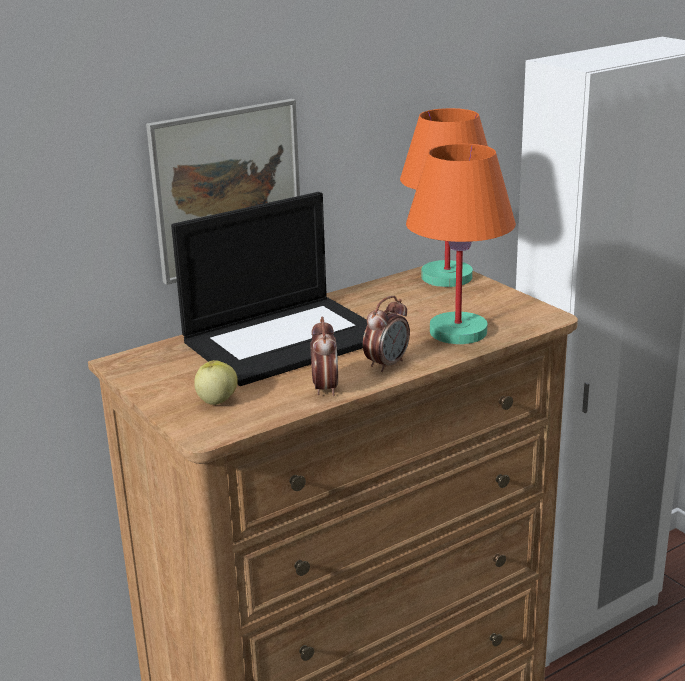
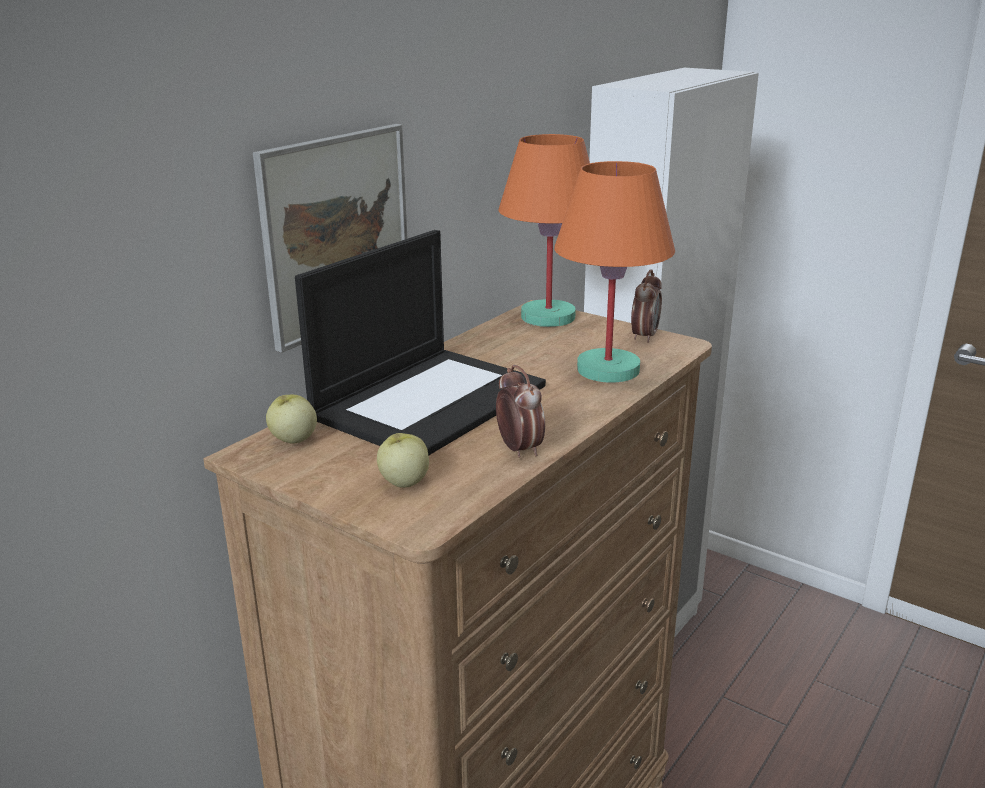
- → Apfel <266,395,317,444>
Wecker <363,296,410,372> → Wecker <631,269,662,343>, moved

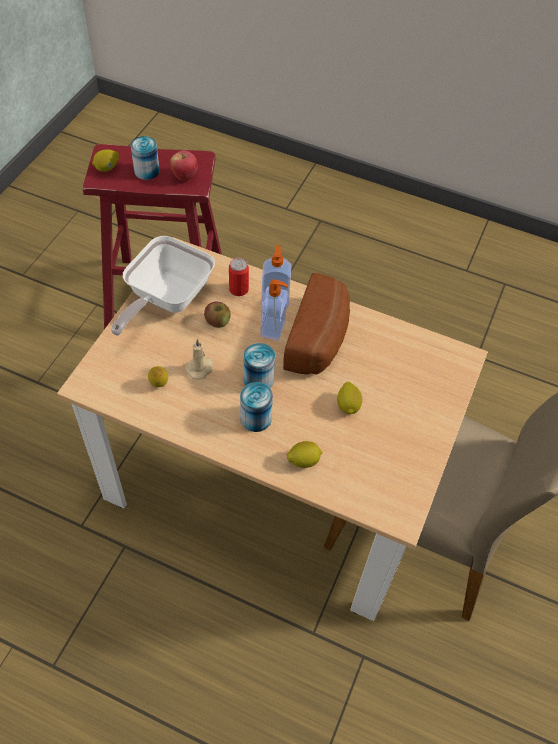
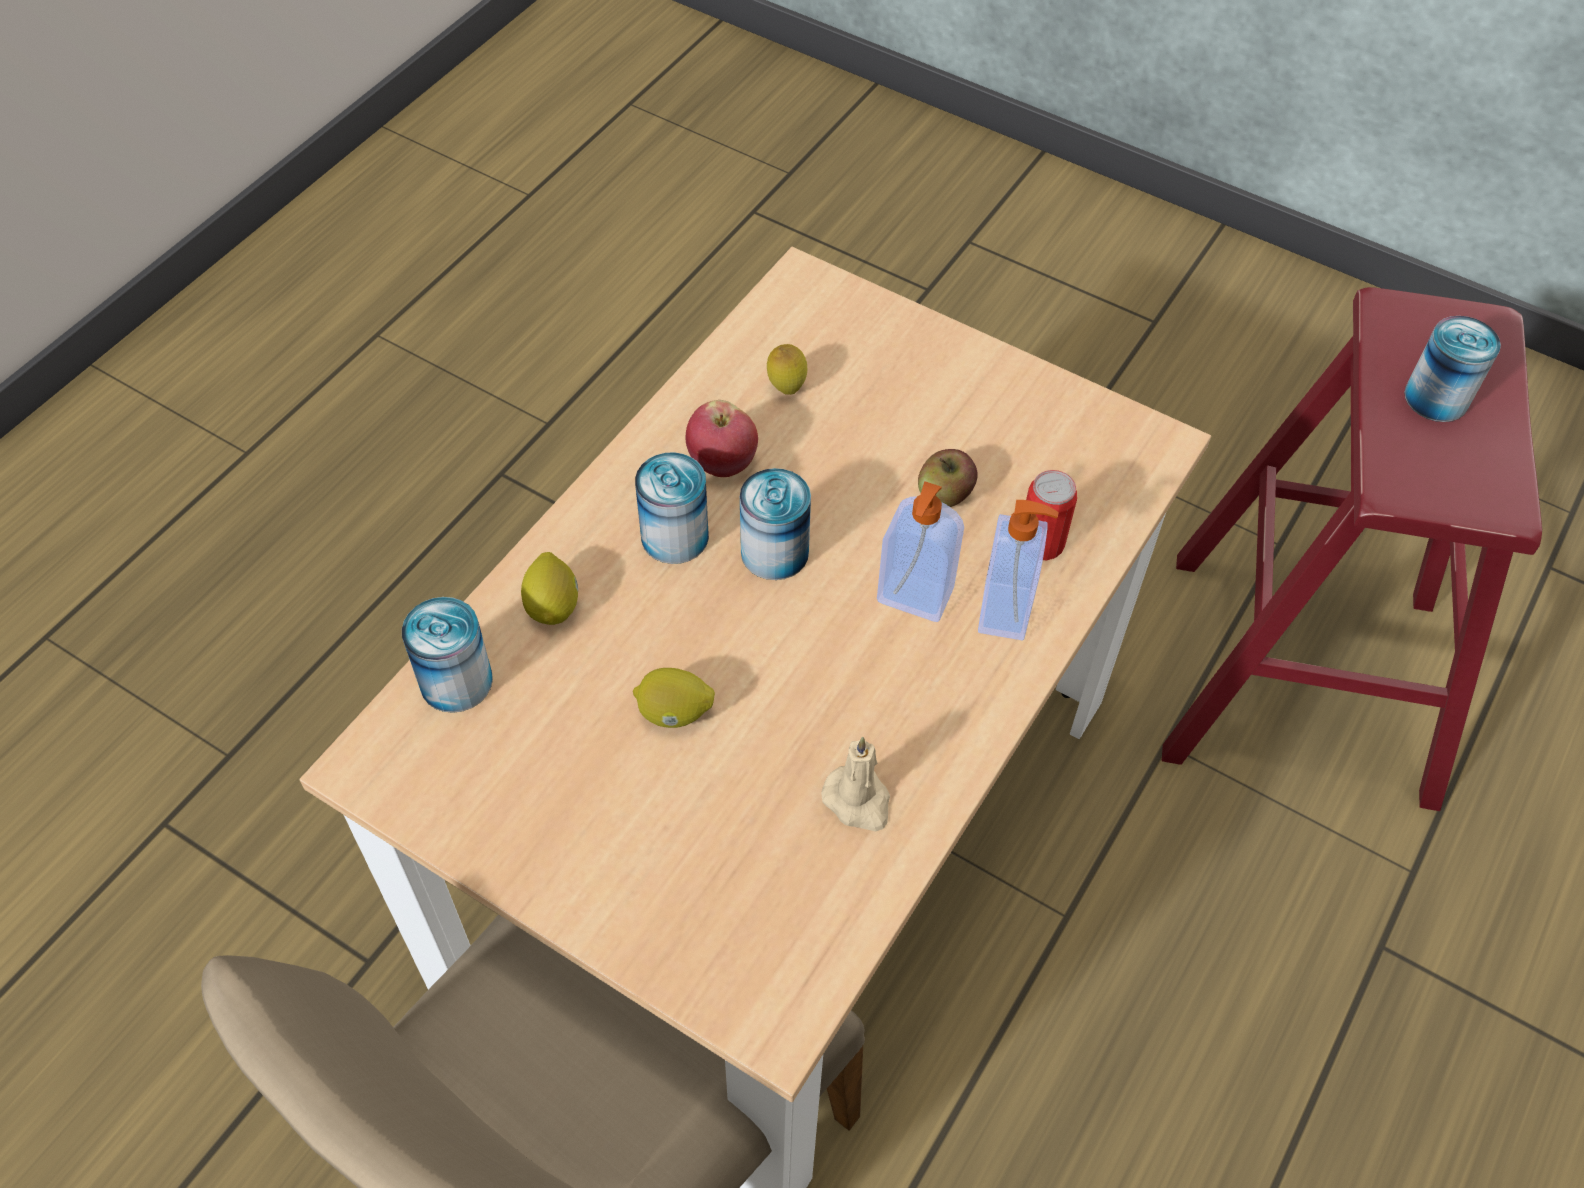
Zitrone <92,150,119,172> → -
Pfanne <111,236,215,336> → -
Brot <283,273,350,375> → -
- → Dose <402,597,493,713>
Apfel <170,150,197,181> → Apfel <686,400,758,477>, moved
Kerze/beige <185,339,214,380> → Kerze/beige <821,737,890,831>, moved

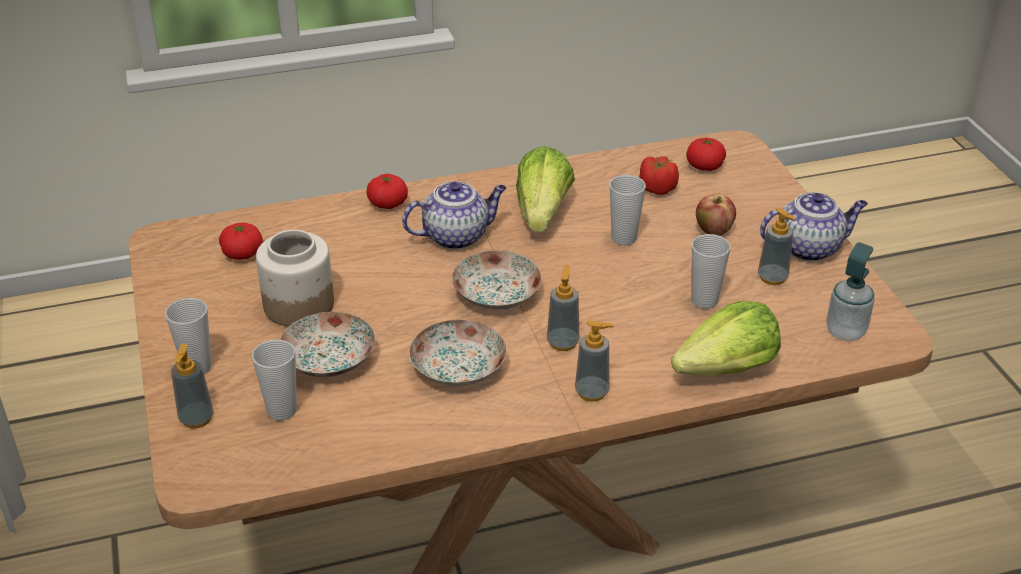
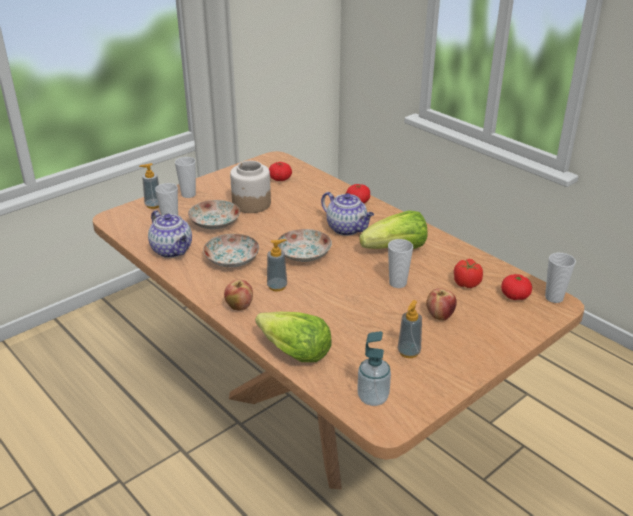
Tasse <691,234,731,309> → Tasse <545,253,576,303>, moved
Teekanne <760,192,868,261> → Teekanne <148,210,192,258>, moved
Seifenspender <575,321,614,402> → Apfel <224,279,253,311>

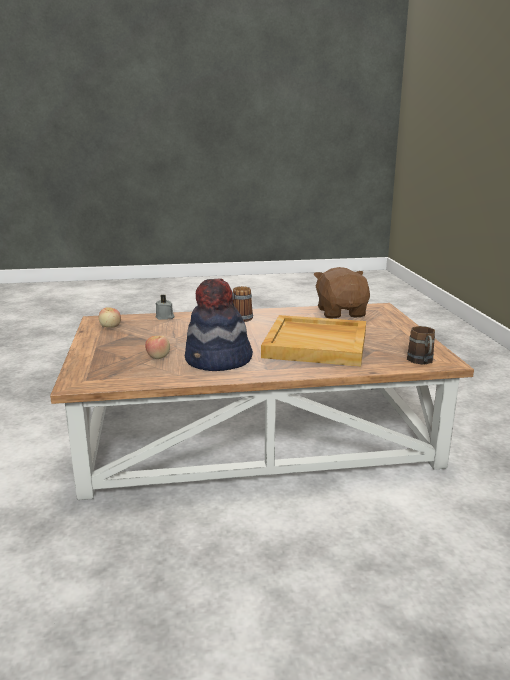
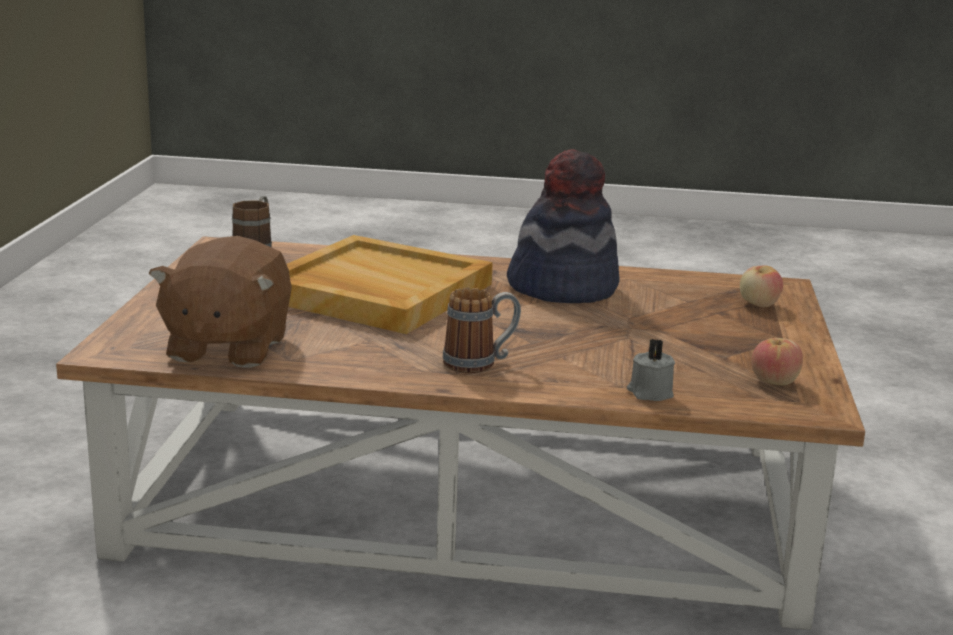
Apfel <145,336,170,359> → Apfel <740,265,783,307>, moved

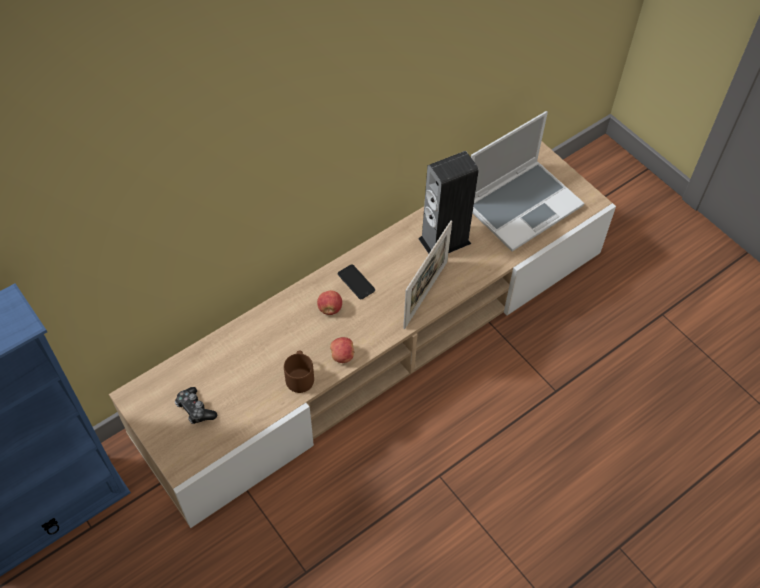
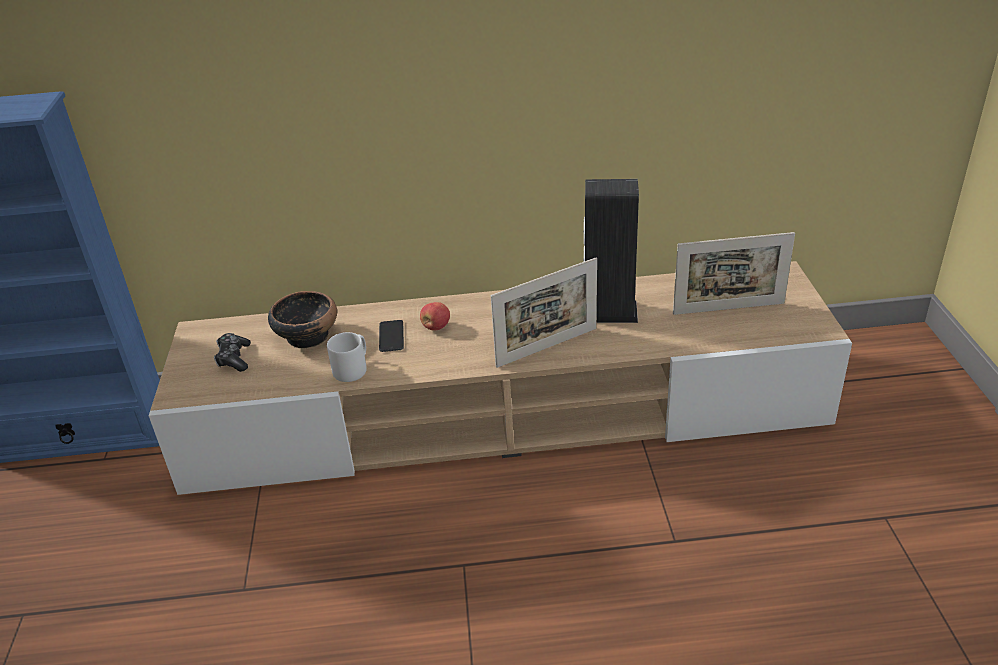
Apfel <330,337,355,363> → -
- → Schüssel <268,291,337,348>
Handy <338,264,375,299> → Handy <379,320,404,352>, moved
Laptop <471,111,584,251> → Bilderrahmen <673,232,795,315>
Henkelbecher/braun <284,351,314,393> → Henkelbecher/grau <327,332,367,382>

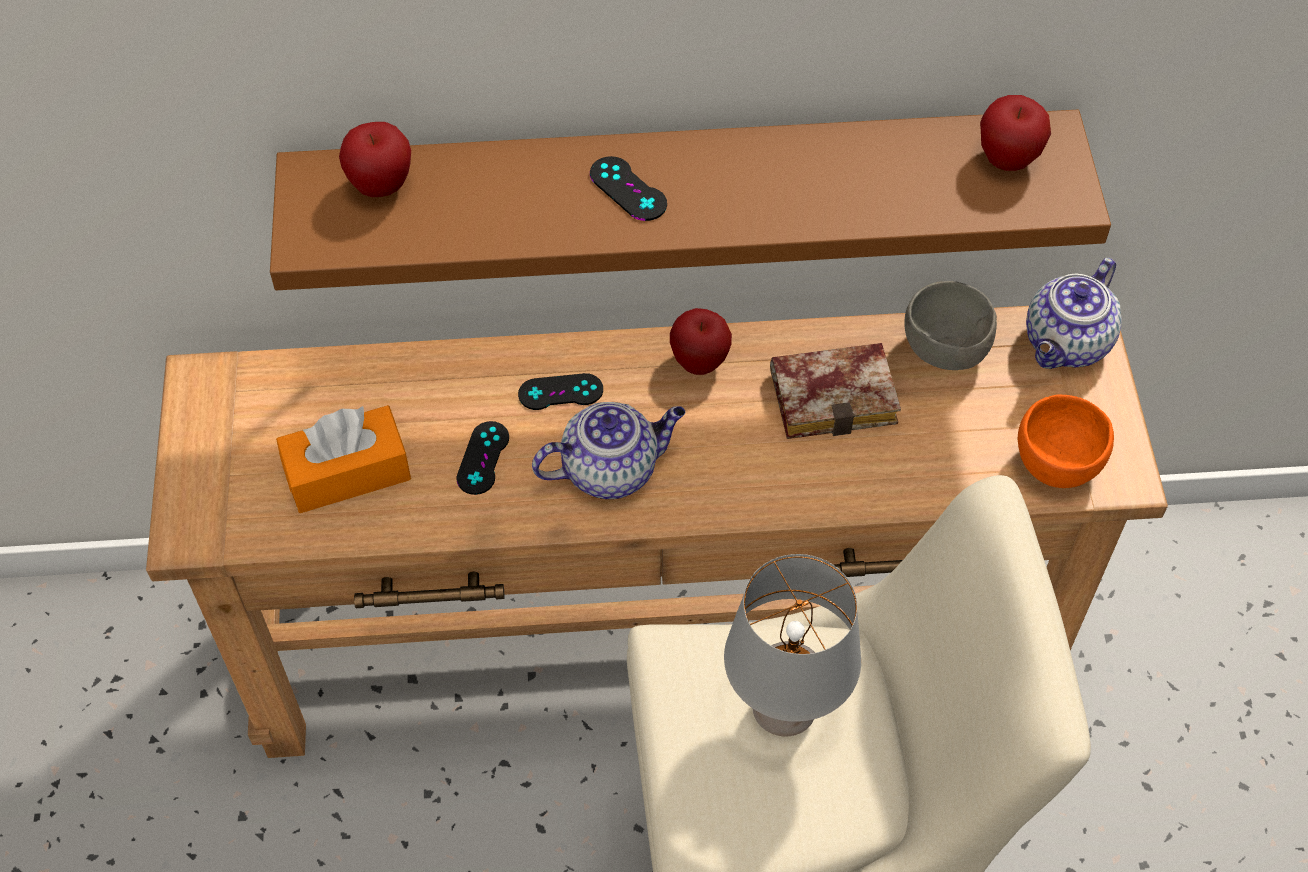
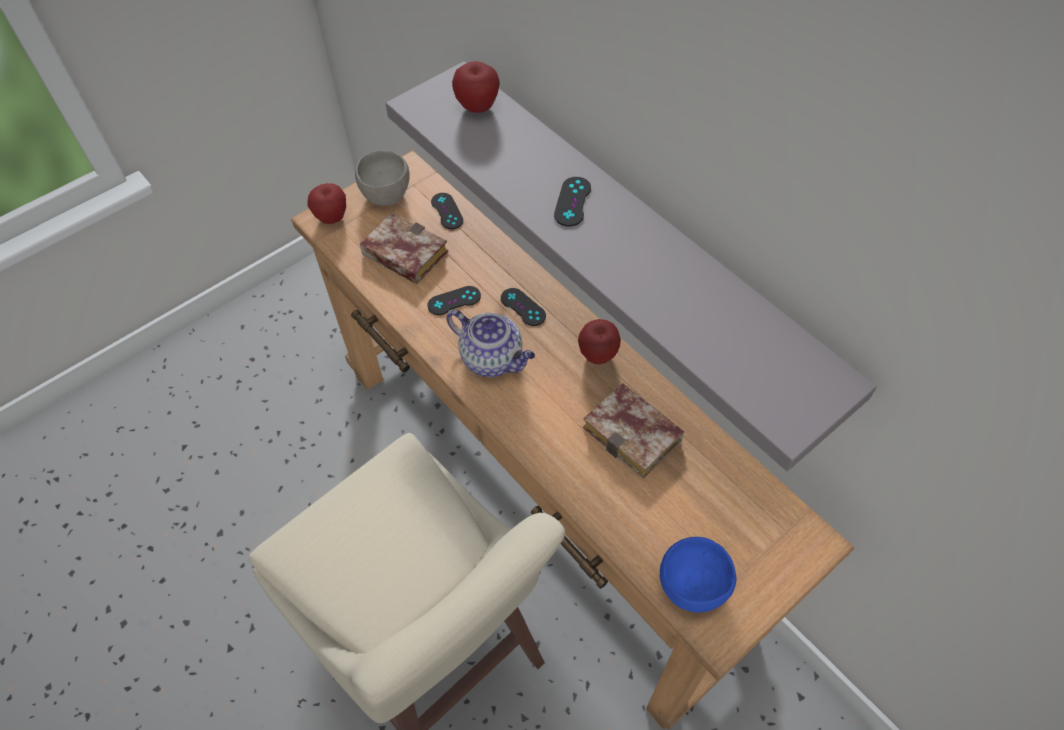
Tischlampe/grau <724,554,861,737> → -
Teekanne <1026,258,1122,369> → -
- → Gamepad/schwarz <431,193,463,229>
Schüssel/grau <904,281,997,370> → Schüssel/grau <355,150,410,206>, moved
Apfel <980,95,1051,171> → Apfel <308,183,346,224>, moved
Taschentuchbox/orange <276,405,411,513> → Buch <360,213,448,284>
Wandregal/braun <270,110,1111,290> → Wandregal/grau <385,61,877,471>
Schüssel/orange <1018,394,1114,488> → Schüssel/blau <660,537,737,613>

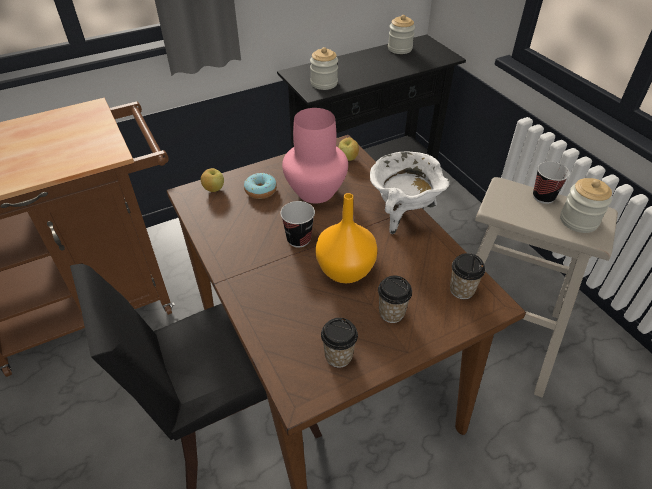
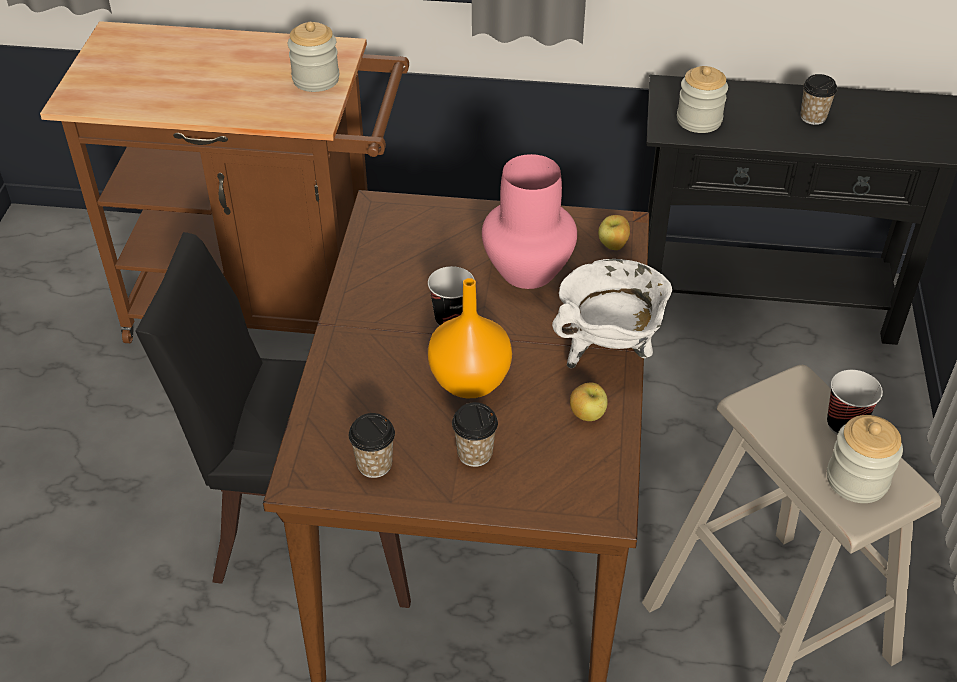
Donut <244,173,277,199> → -
Apfel <201,168,224,192> → Apfel <570,383,608,421>, moved
Vorratsglas <388,15,415,54> → Vorratsglas <288,22,339,92>, moved
Tasse <450,253,485,299> → Tasse <800,74,837,125>, moved

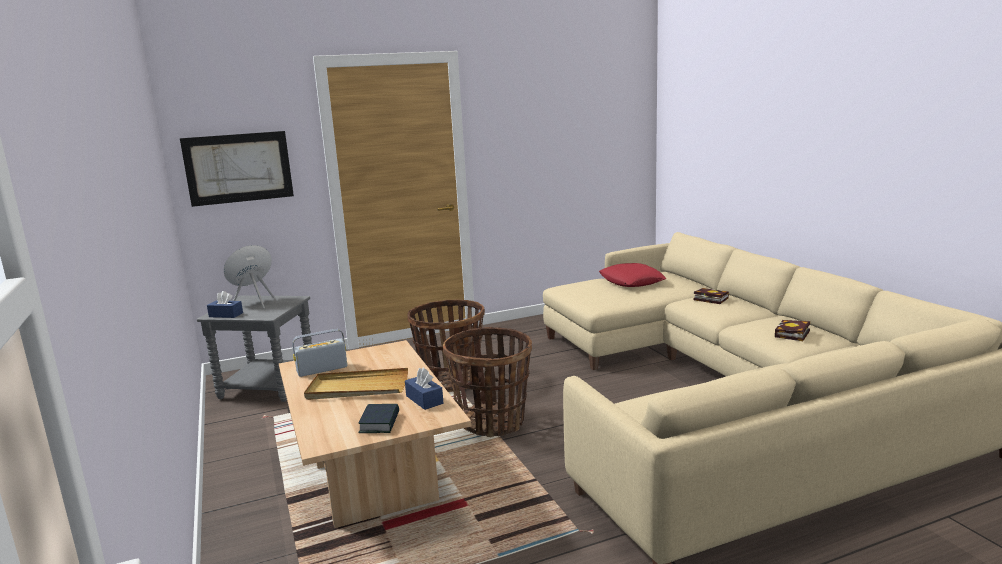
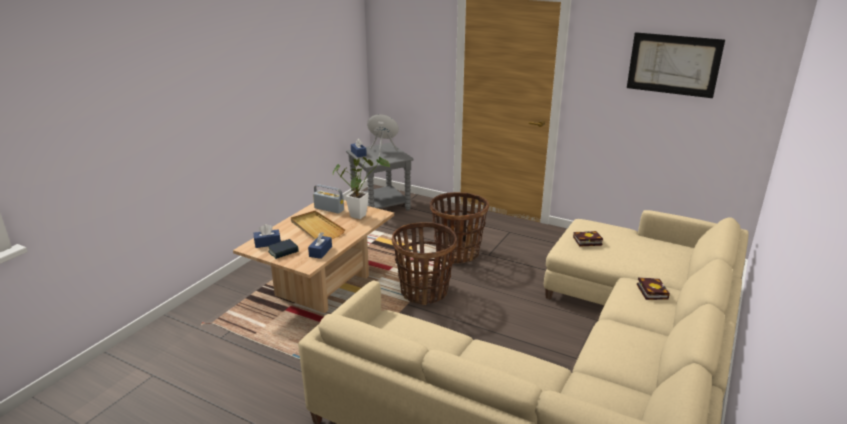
Kissen/rot <599,263,667,287> → -
- → Taschentuchbox/blau <254,224,281,248>
- → Topfpflanze <332,157,390,219>
Bild <180,131,294,207> → Bild <627,32,725,98>, moved
Buch <775,320,810,341> → Buch <573,231,603,247>, moved

